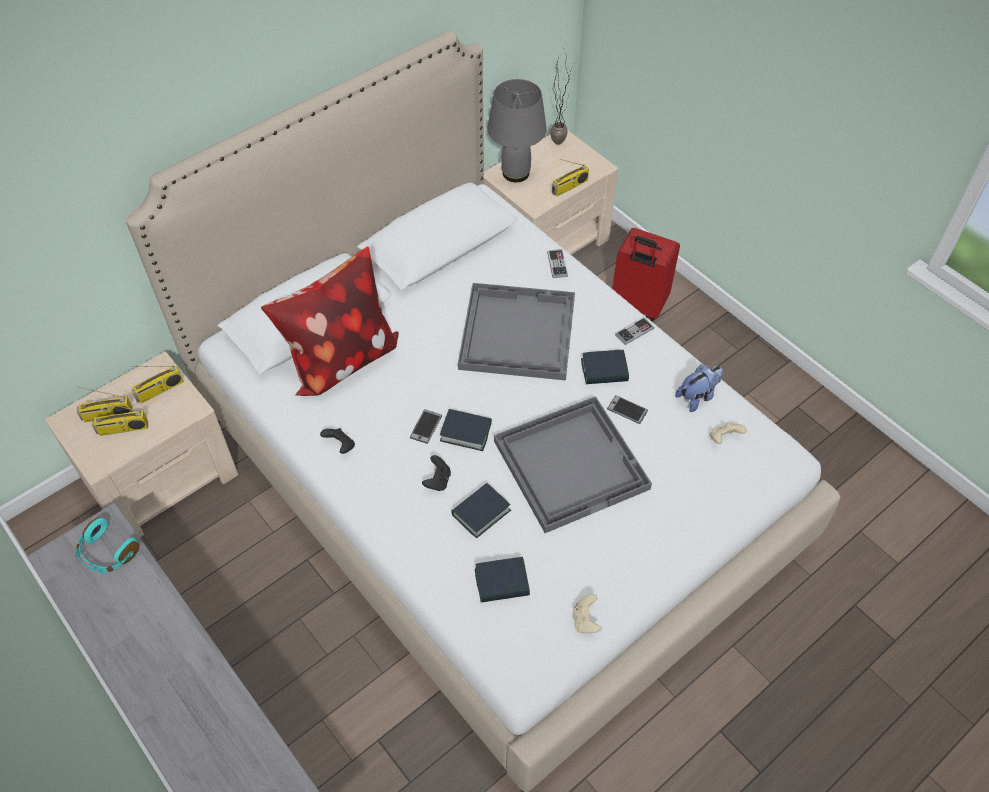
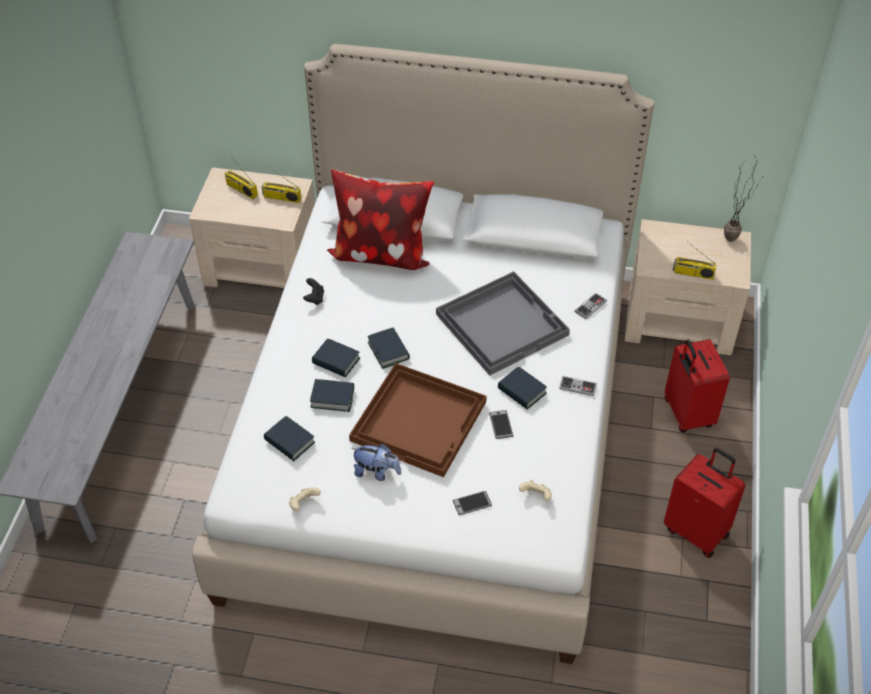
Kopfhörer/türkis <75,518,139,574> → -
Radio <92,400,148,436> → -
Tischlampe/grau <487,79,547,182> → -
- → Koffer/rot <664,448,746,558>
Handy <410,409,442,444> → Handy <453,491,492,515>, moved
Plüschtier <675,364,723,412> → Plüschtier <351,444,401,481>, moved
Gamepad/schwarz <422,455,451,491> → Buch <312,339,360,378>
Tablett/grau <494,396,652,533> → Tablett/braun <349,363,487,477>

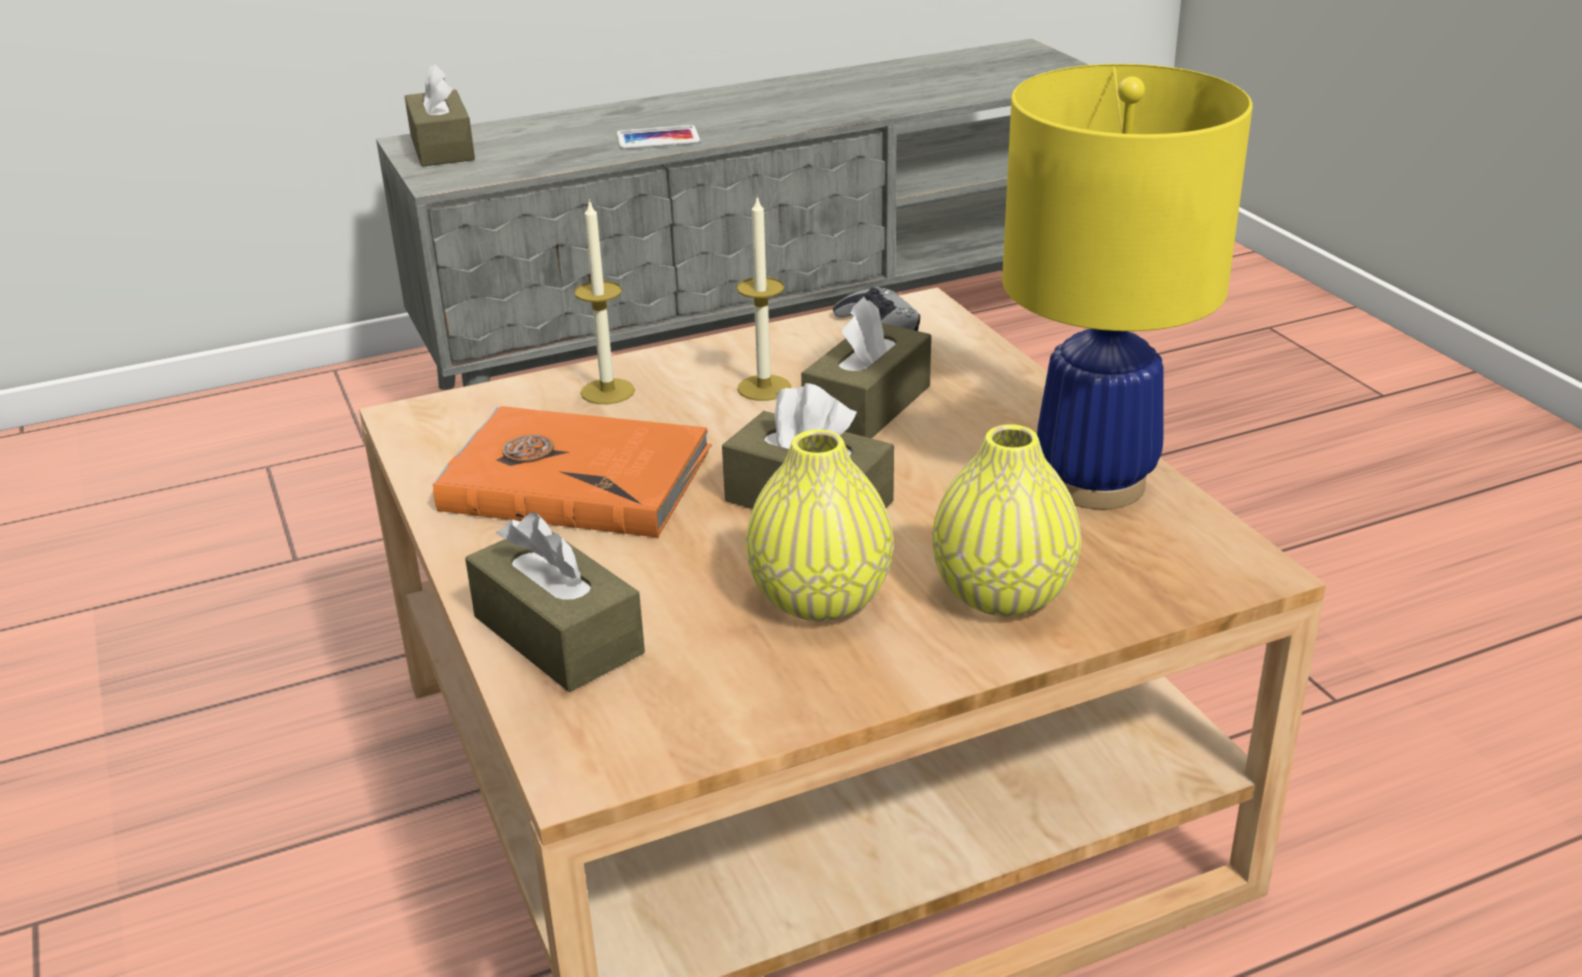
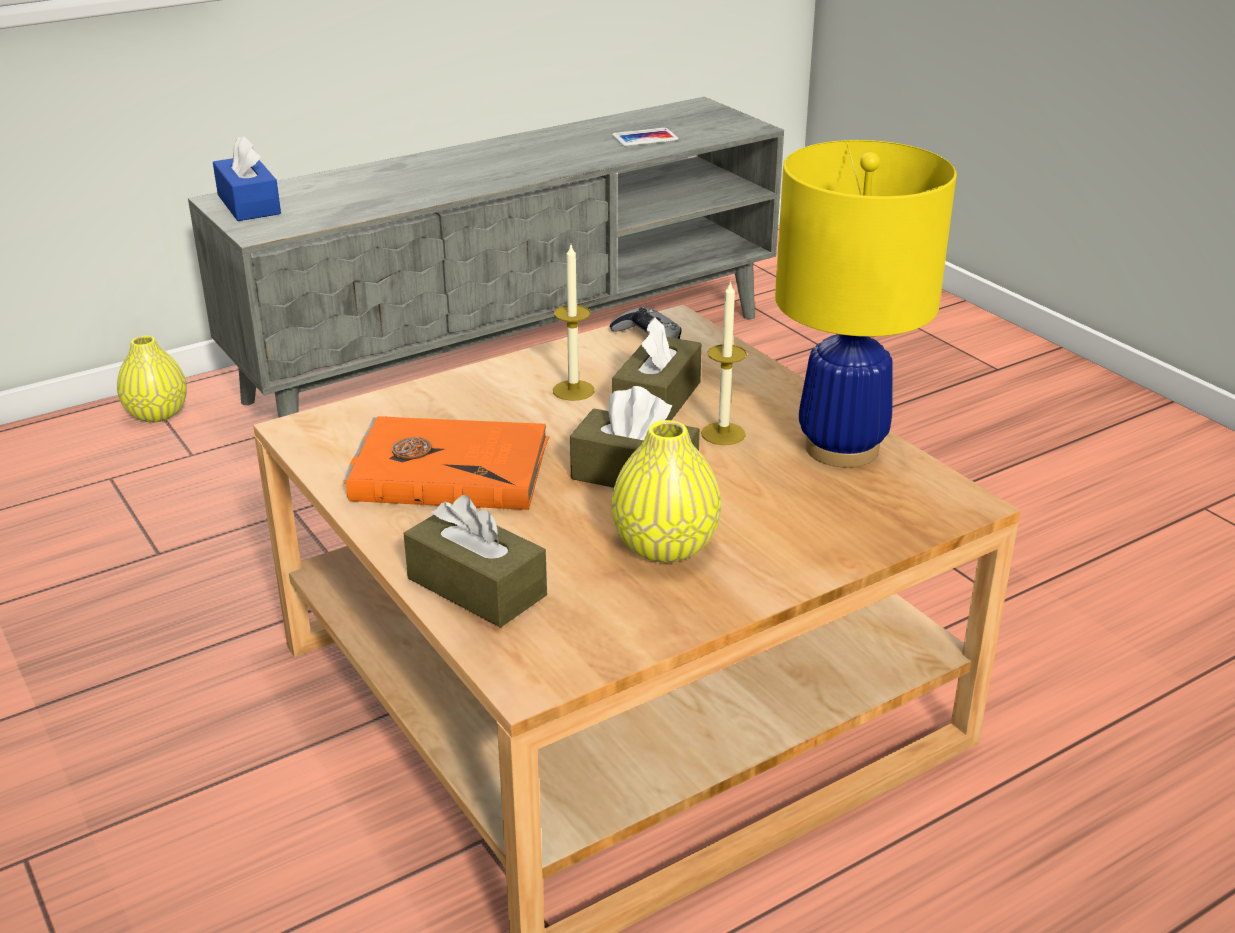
Kerze <574,199,635,404> → Kerze <701,280,747,445>, moved
Handy <617,125,700,149> → Handy <612,128,679,146>, moved
Vase/gelb <932,424,1081,616> → Vase/gelb <117,335,187,422>, moved
Taschentuchbox/braun <405,63,475,167> → Taschentuchbox/blau <213,135,281,221>

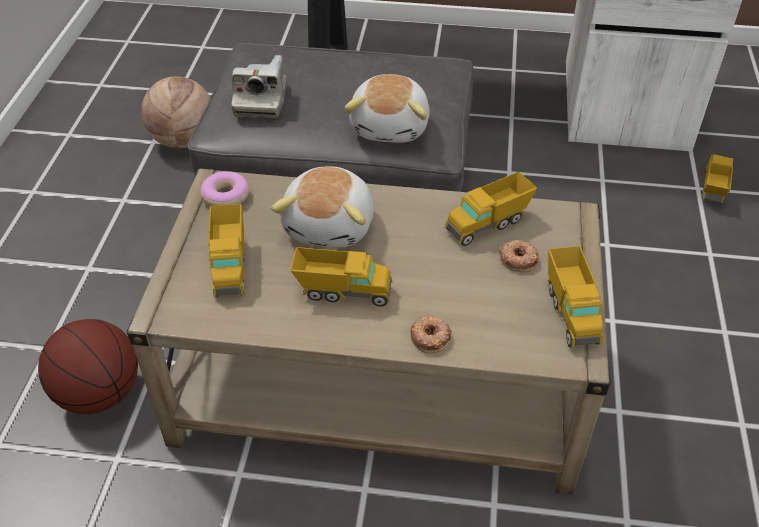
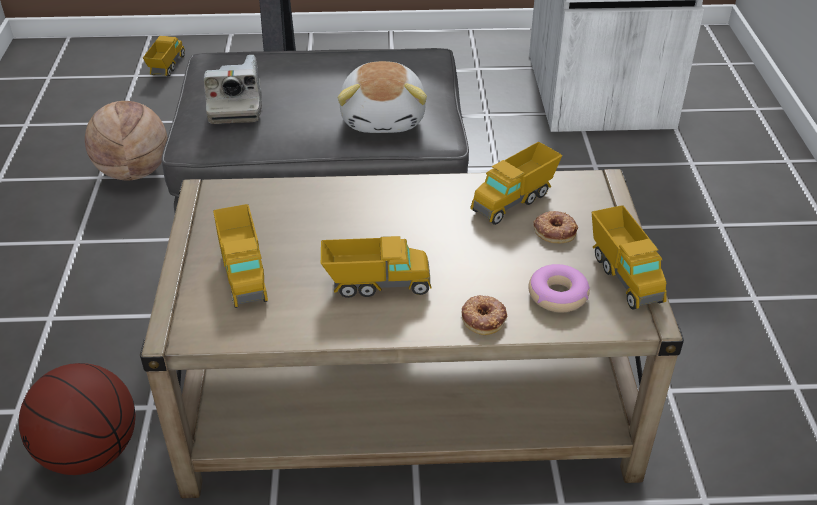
Plüschtier <271,166,374,248> → -
Donut <200,171,249,206> → Donut <528,264,590,312>, moved
Spielzeuglaster <702,154,733,203> → Spielzeuglaster <143,36,185,77>, moved

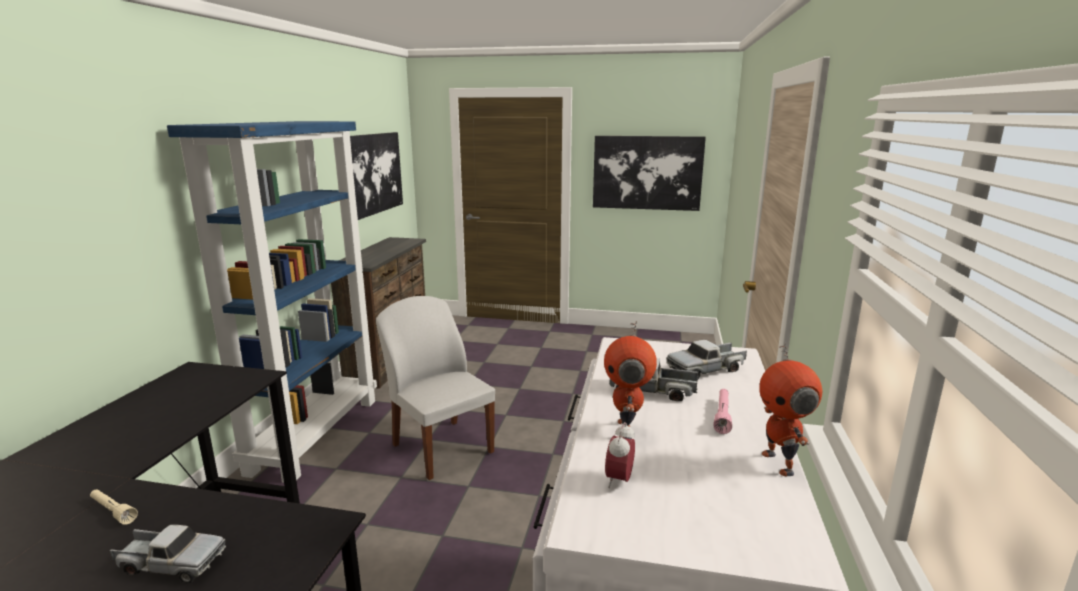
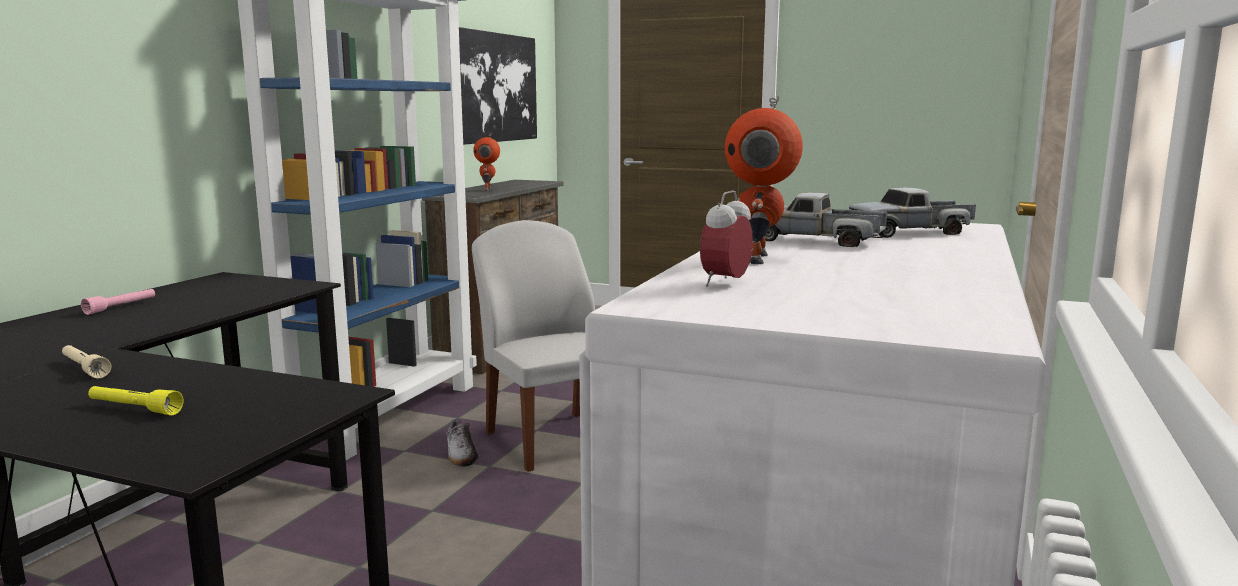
Bild <593,136,706,211> → -
- → Schuh <445,419,478,467>
Taschenlampe/rosa <713,389,732,434> → Taschenlampe/rosa <81,289,155,315>, moved
Spielzeugroboter <759,343,822,477> → Spielzeugroboter <473,132,500,191>, moved
Spielzeuglaster <110,525,226,583> → Taschenlampe/gelb <88,386,183,415>

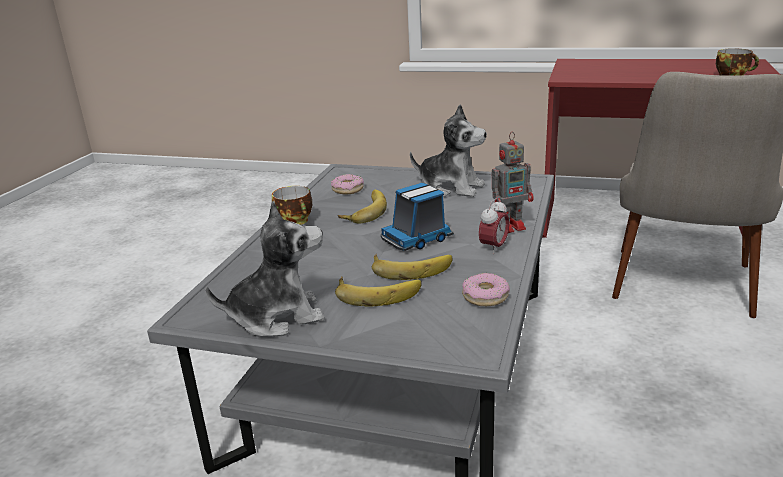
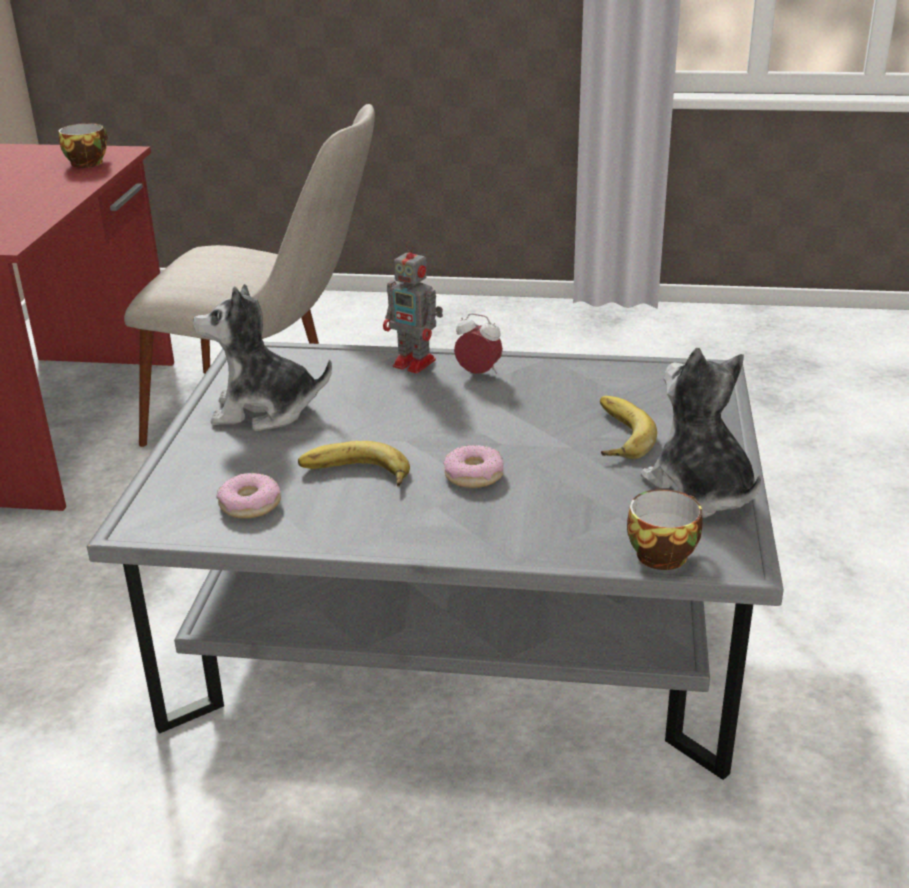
Banane <372,254,452,280> → -
Spielzeuglaster <381,183,454,251> → -
Tasse <272,186,312,225> → Tasse <627,489,702,570>, moved
Donut <462,273,510,306> → Donut <443,445,504,488>, moved
Plüschtier <410,105,487,197> → Plüschtier <193,284,332,431>, 105 degrees counterclockwise
Spielzeugroboter <491,132,534,233> → Spielzeugroboter <383,241,443,373>, 150 degrees clockwise

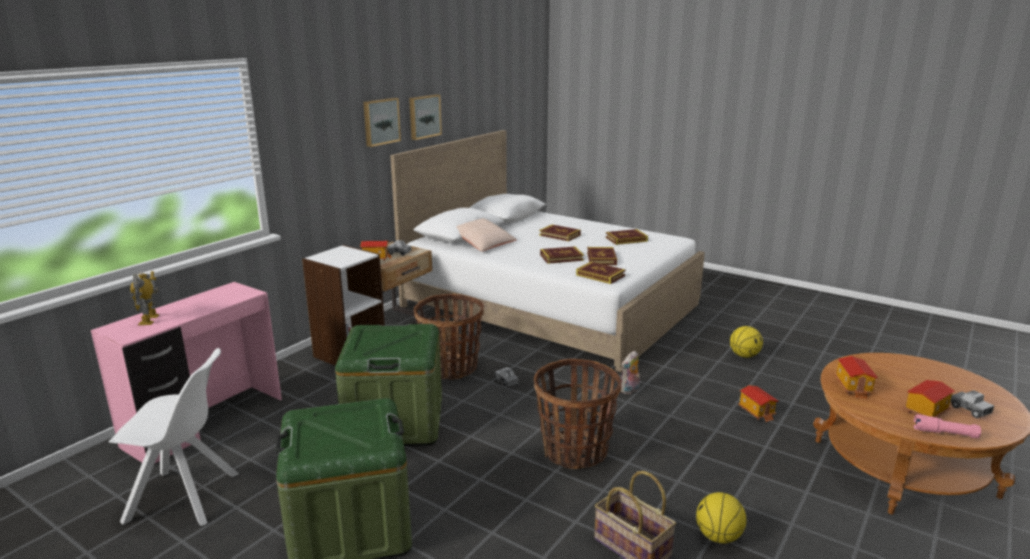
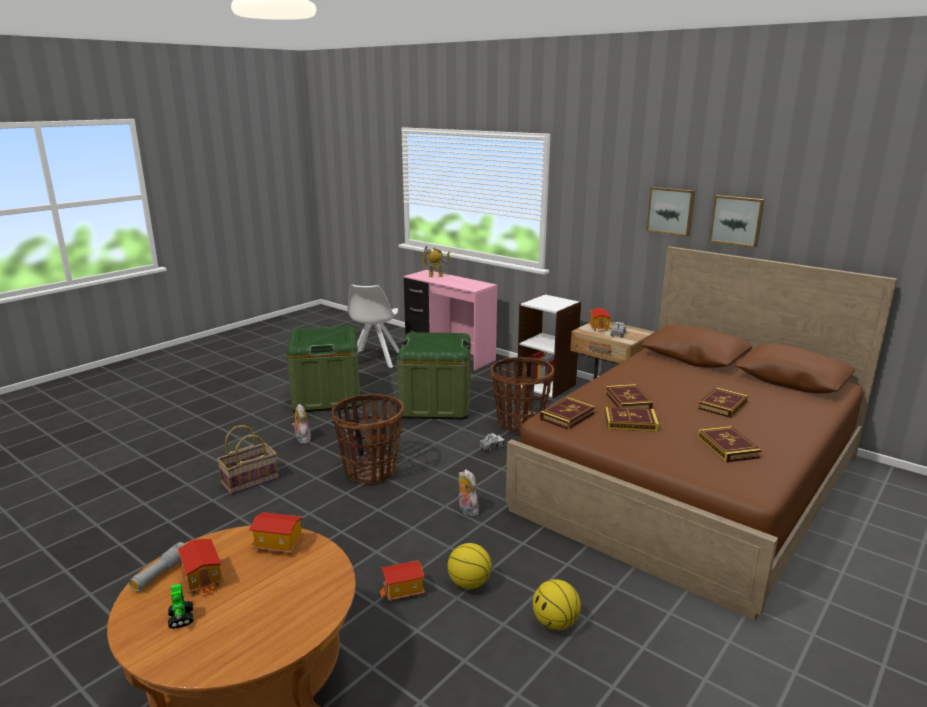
Kissen/beige <456,218,517,252> → -
- → Plüschtier <292,404,311,444>
Basketball <696,492,746,543> → Basketball <448,543,492,589>, moved
Spielzeuglaster <950,390,994,418> → Spielzeugroboter <168,584,194,629>
Bett/weiß <390,130,705,372> → Bett/braun <506,246,897,621>
Taschenlampe/rosa <914,414,981,439> → Taschenlampe/grau <129,542,185,592>

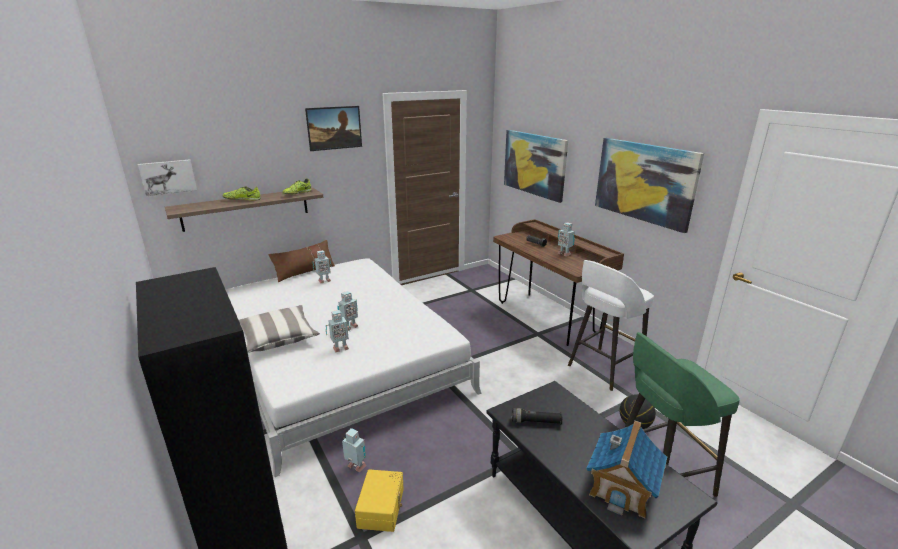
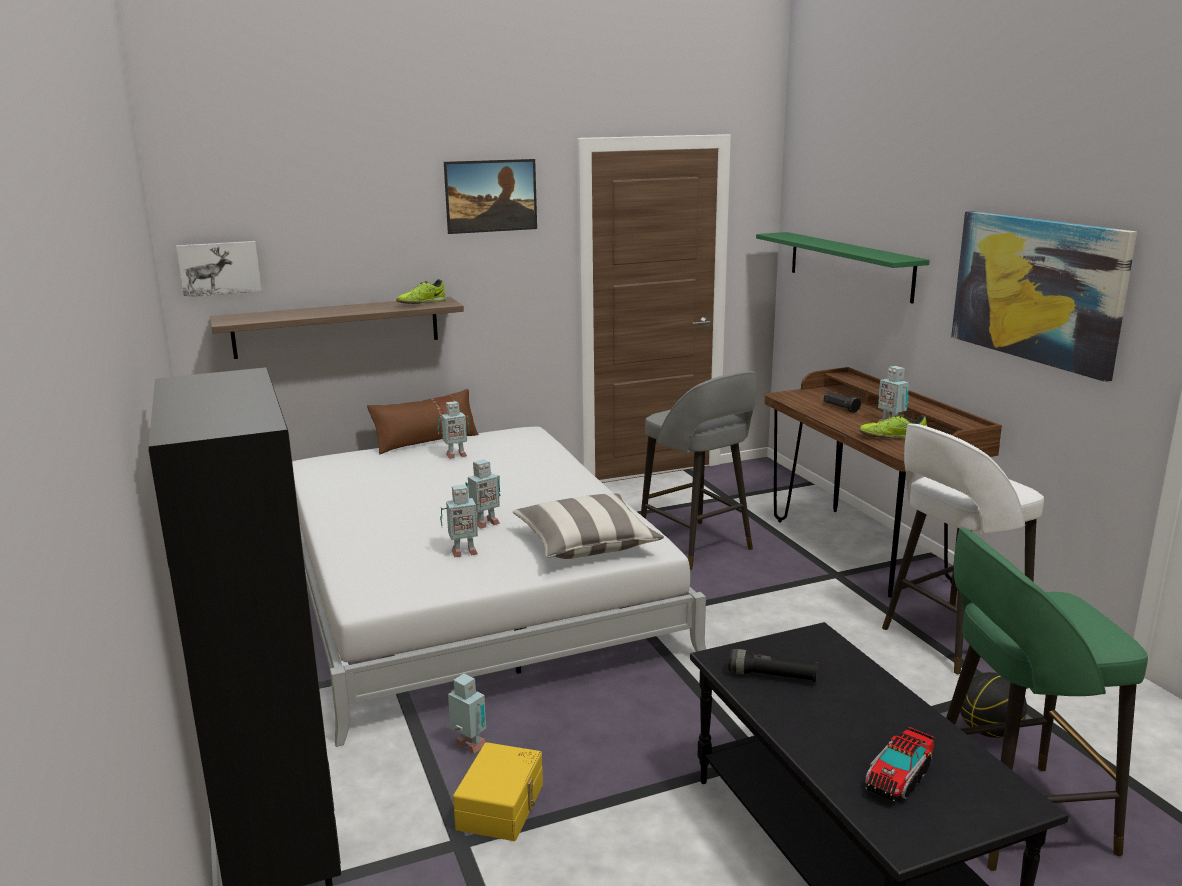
- → Hocker/grau <641,371,757,570>
Schuh <223,186,261,201> → Schuh <859,414,927,439>, moved
Kissen <239,305,320,353> → Kissen <513,493,664,559>, moved
Bild <504,130,568,203> → Wandregal/grün <756,232,930,304>
Spielzeughaus <586,421,667,518> → Spielzeuglaster <865,727,935,802>

